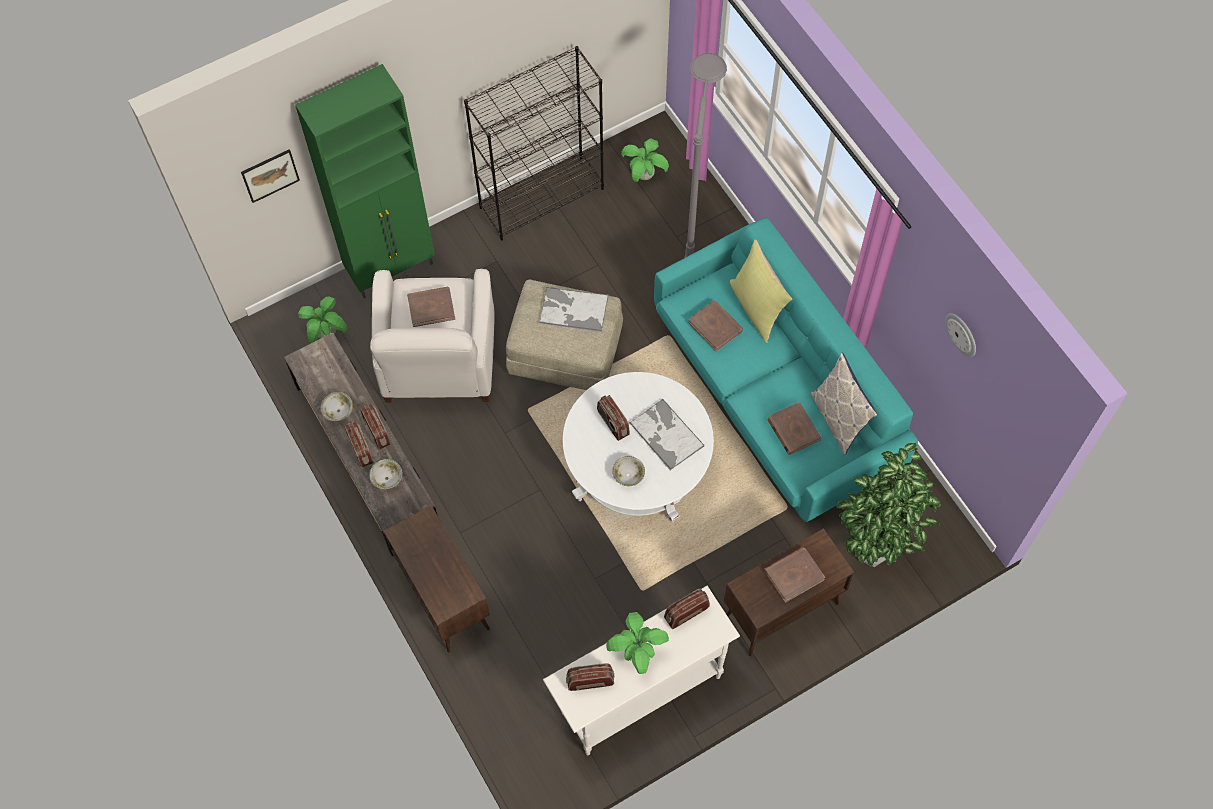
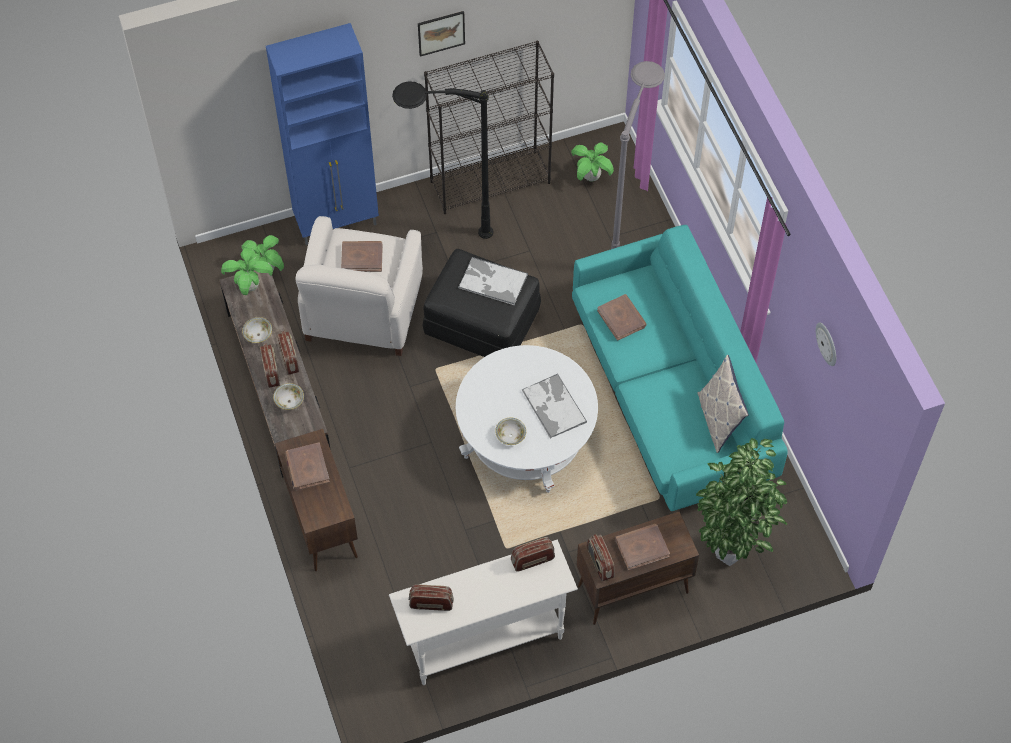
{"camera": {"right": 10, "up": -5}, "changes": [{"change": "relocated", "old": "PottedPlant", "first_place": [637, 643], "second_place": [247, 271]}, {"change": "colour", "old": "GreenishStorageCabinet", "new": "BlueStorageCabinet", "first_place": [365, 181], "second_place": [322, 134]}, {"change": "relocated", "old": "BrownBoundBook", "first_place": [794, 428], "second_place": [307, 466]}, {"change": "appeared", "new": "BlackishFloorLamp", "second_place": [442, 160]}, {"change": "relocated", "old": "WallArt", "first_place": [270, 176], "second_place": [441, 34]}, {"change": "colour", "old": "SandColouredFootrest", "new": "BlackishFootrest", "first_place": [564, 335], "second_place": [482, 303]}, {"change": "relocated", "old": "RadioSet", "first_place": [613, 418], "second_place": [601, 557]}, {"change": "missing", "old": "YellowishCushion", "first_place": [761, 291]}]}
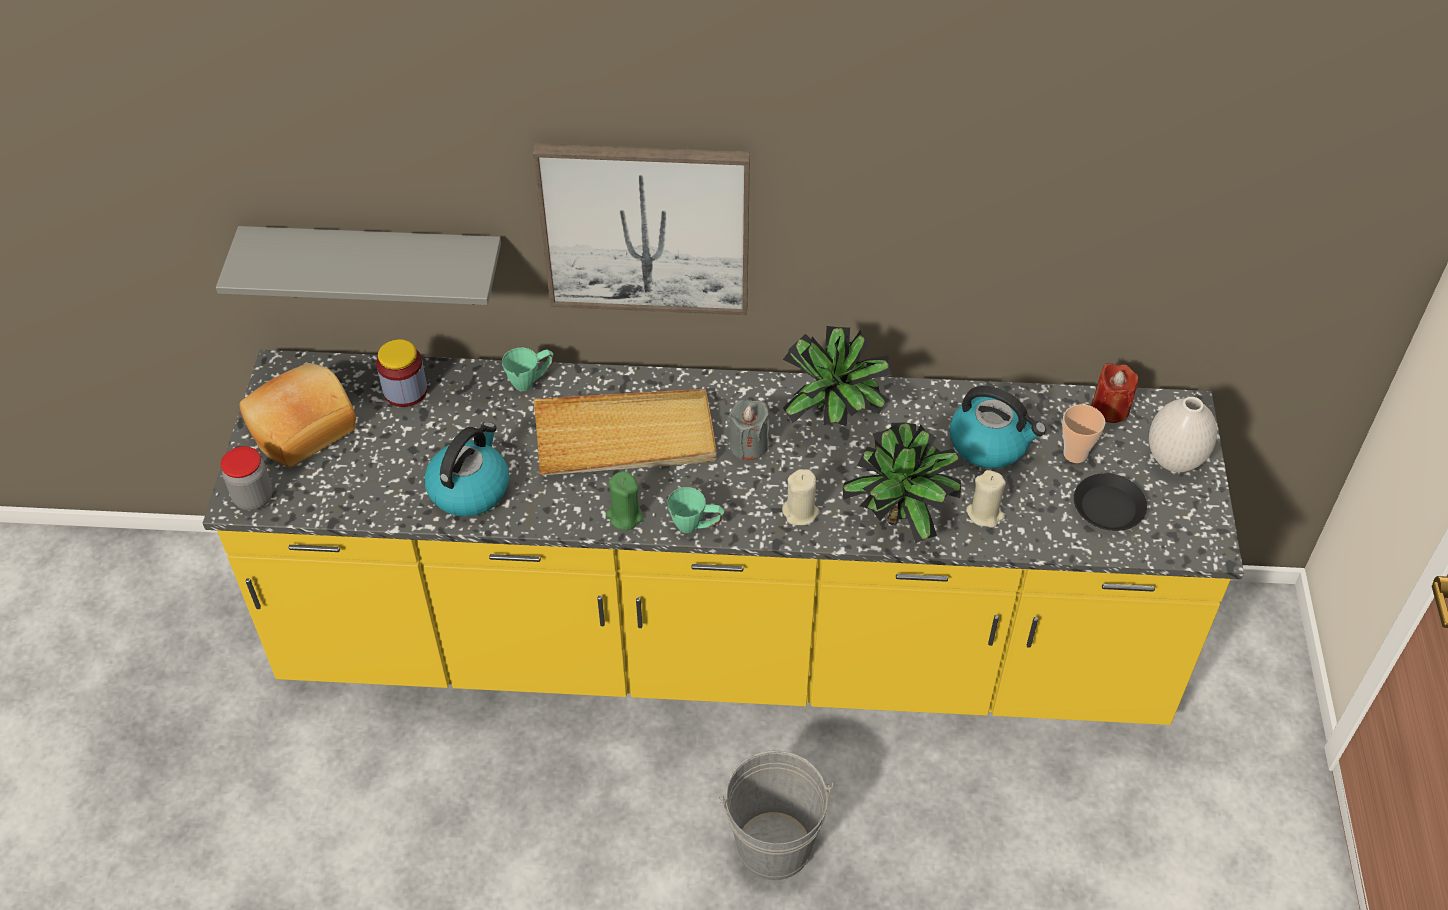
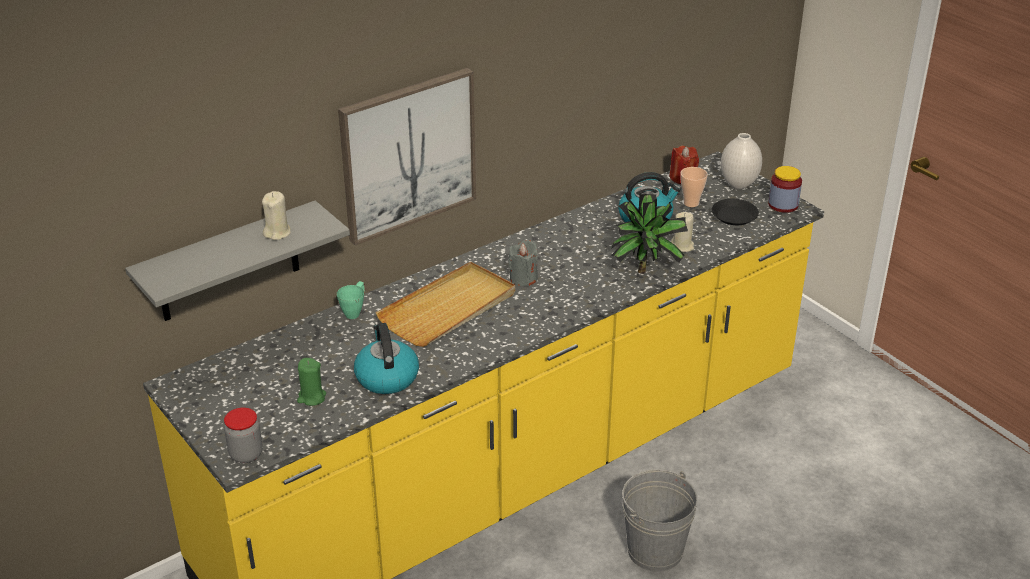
{"camera": {"right": -40, "up": -15}, "changes": [{"change": "relocated", "old": "SandColouredWaxLight", "first_place": [800, 497], "second_place": [276, 215]}, {"change": "relocated", "old": "GreenishWaxLight", "first_place": [625, 500], "second_place": [311, 382]}, {"change": "relocated", "old": "Jar", "first_place": [402, 373], "second_place": [785, 189]}, {"change": "missing", "old": "BakeryBread", "first_place": [297, 415]}, {"change": "missing", "old": "GreenishCoffeeMug", "first_place": [695, 510]}, {"change": "missing", "old": "PottedPlant", "first_place": [837, 376]}]}
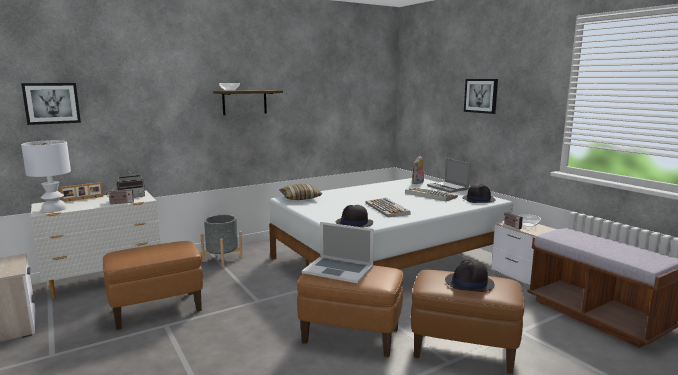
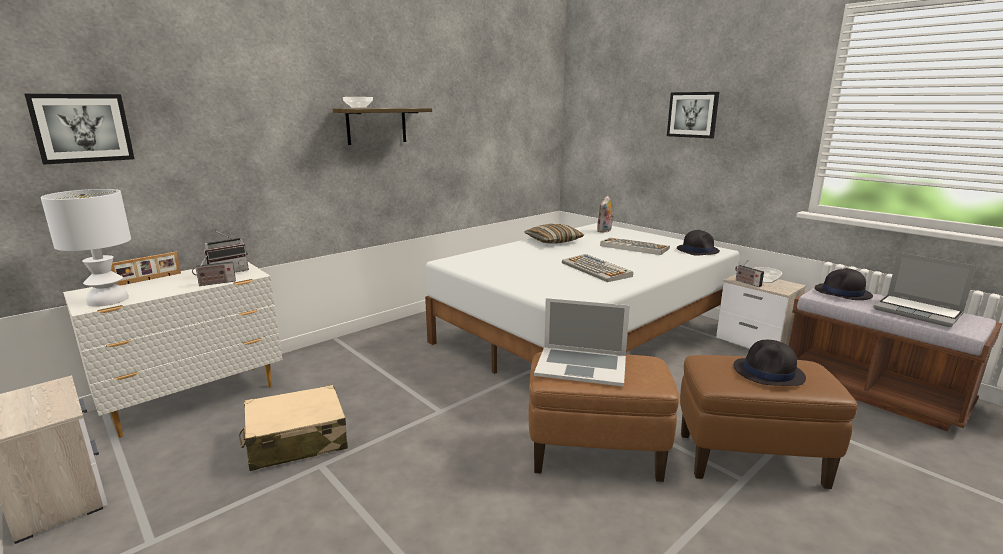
{"camera": {"right": -10, "up": 5}, "changes": [{"change": "exchanged", "old": "BrownFootrest", "new": "SandColouredPieceOfLuggage", "first_place": [153, 285], "second_place": [293, 428]}, {"change": "relocated", "old": "Cushion", "first_place": [300, 192], "second_place": [554, 234]}, {"change": "relocated", "old": "BlackishWearableHat", "first_place": [354, 216], "second_place": [844, 284]}, {"change": "relocated", "old": "NotebookComputer", "first_place": [448, 175], "second_place": [925, 289]}, {"change": "missing", "old": "GrayPlanter", "first_place": [221, 241]}]}
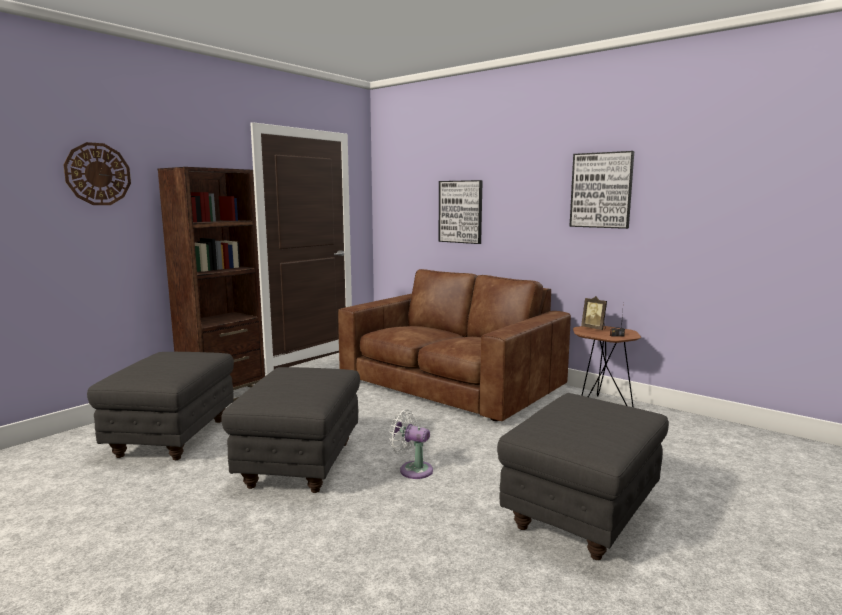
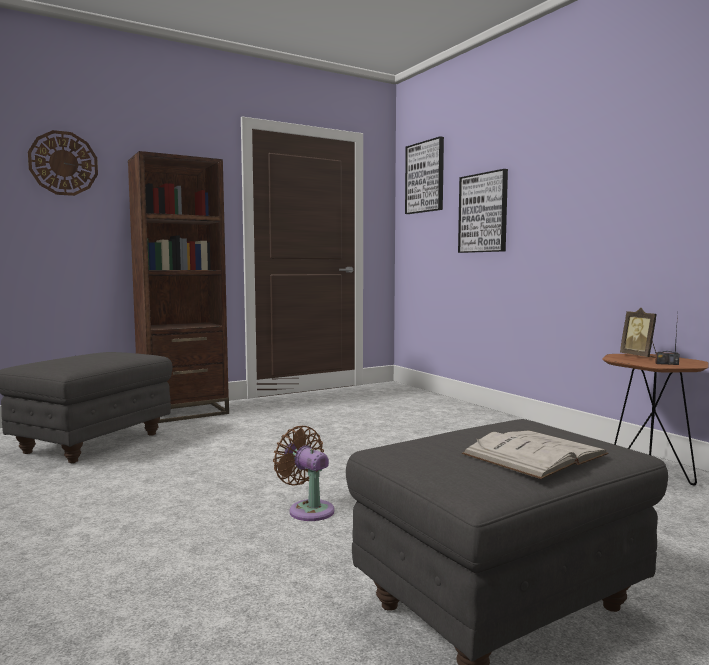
{"camera": {"right": 20, "up": -5}, "changes": [{"change": "colour", "old": "WhiteElectricFan", "new": "BrownElectricFan", "first_place": [411, 444], "second_place": [304, 473]}, {"change": "relocated", "old": "WallArt", "first_place": [601, 190], "second_place": [424, 175]}, {"change": "appeared", "new": "WhiteBoundBook", "second_place": [535, 454]}, {"change": "missing", "old": "GrayFootrest", "first_place": [290, 430]}, {"change": "missing", "old": "BrownCouch", "first_place": [454, 345]}]}
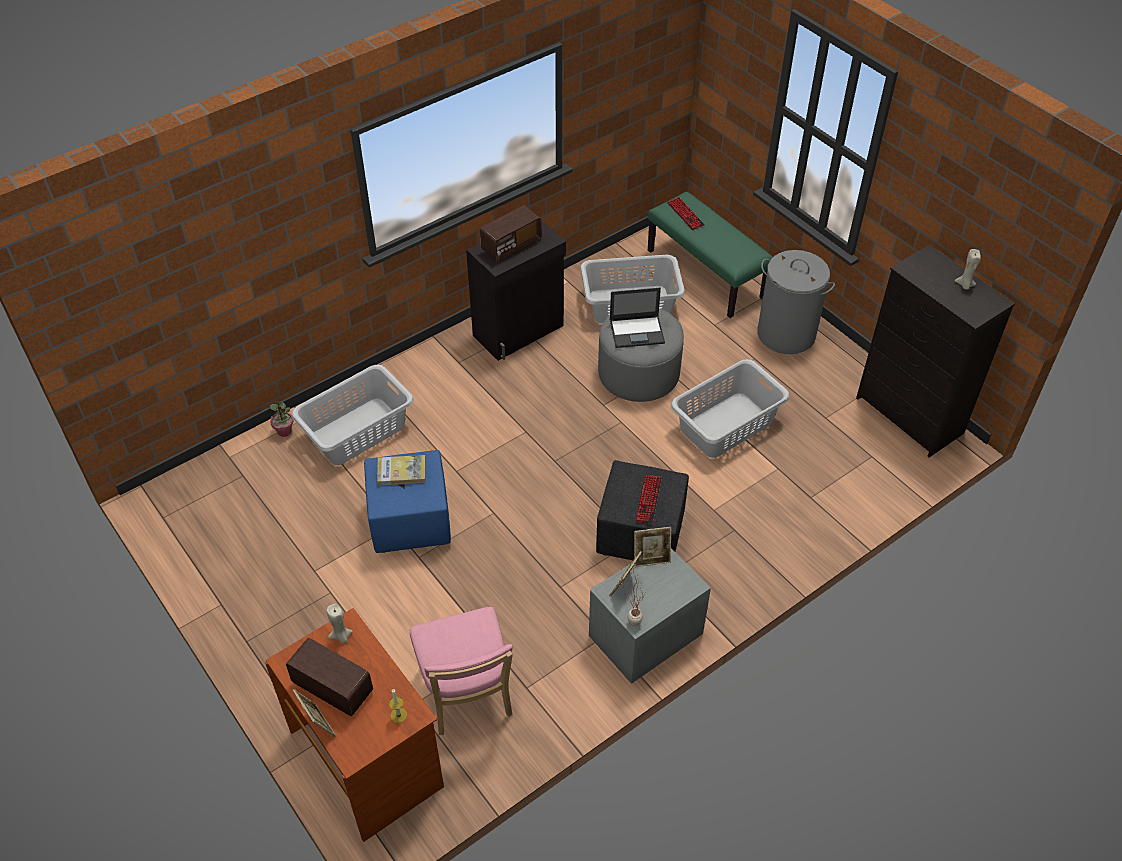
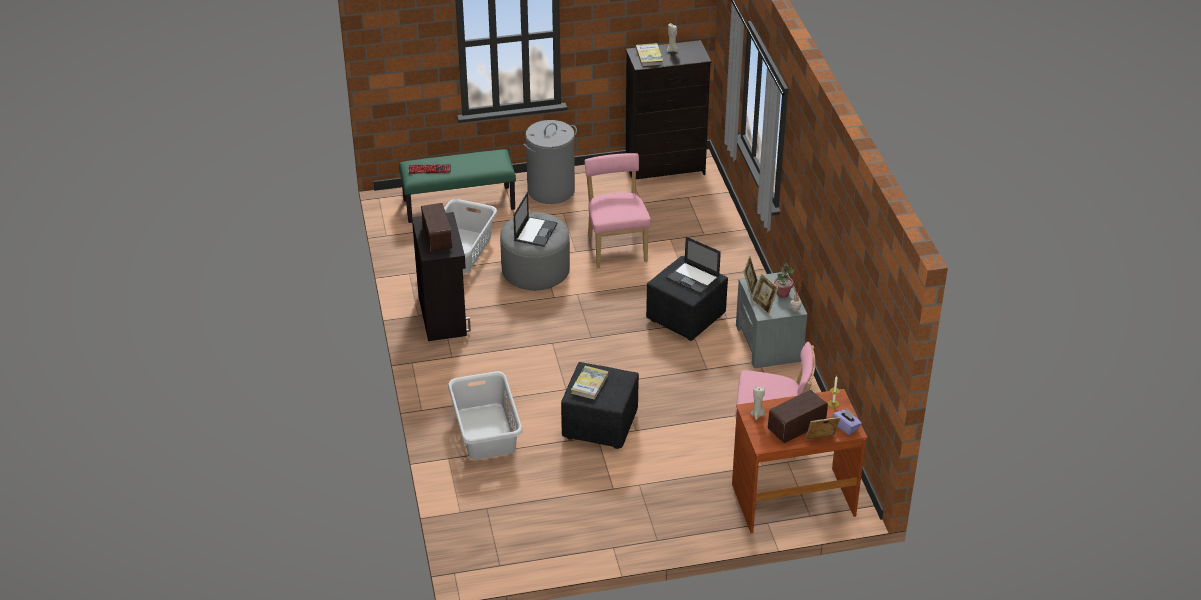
{"camera": {"right": -65, "up": -10}, "changes": [{"change": "colour", "old": "BlueFootrest", "new": "BlackishFootrest", "first_place": [407, 501], "second_place": [600, 405]}, {"change": "exchanged", "old": "GrayHamper", "new": "PinkishChair", "first_place": [730, 408], "second_place": [618, 210]}, {"change": "appeared", "new": "BoundBook", "second_place": [649, 54]}, {"change": "exchanged", "old": "PcKeyboard", "new": "NotebookComputer", "first_place": [648, 499], "second_place": [694, 265]}, {"change": "relocated", "old": "PottedPlant", "first_place": [282, 419], "second_place": [784, 280]}, {"change": "appeared", "new": "PurpleTissueHolder", "second_place": [847, 421]}]}
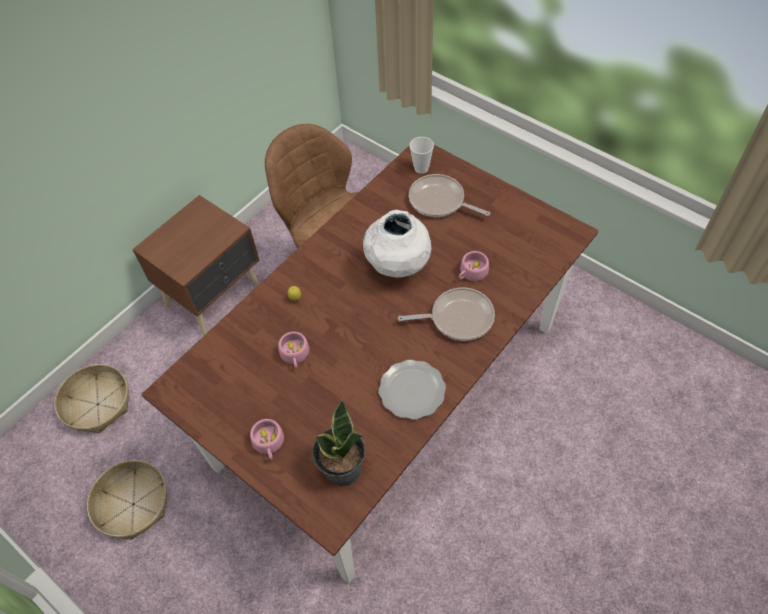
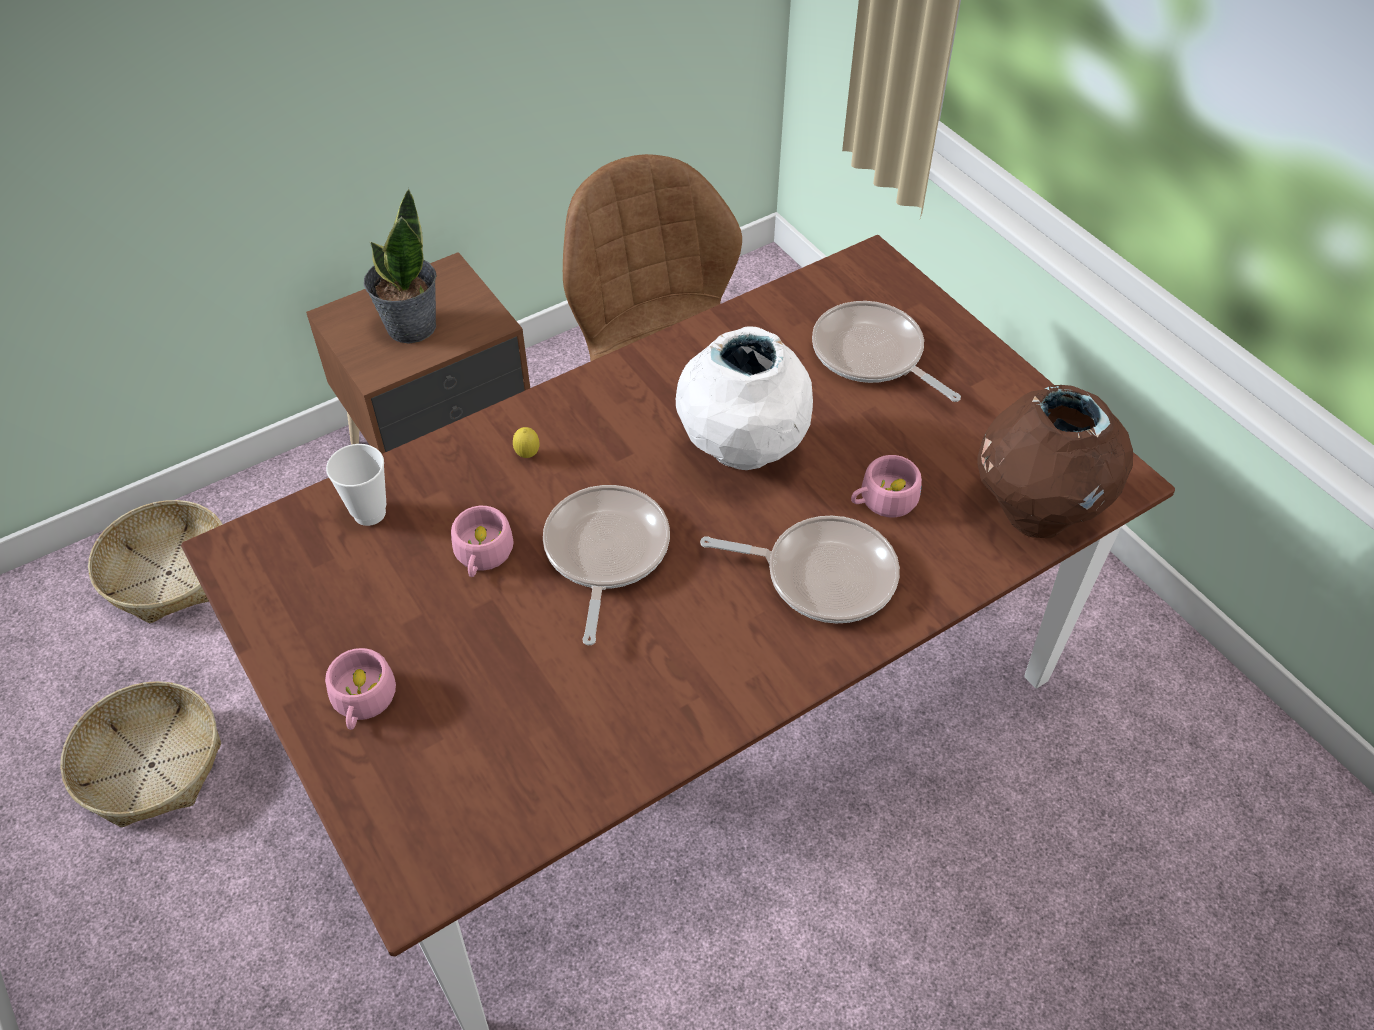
{"camera": {"right": 15, "up": -5}, "changes": [{"change": "relocated", "old": "DrinkingCup", "first_place": [421, 155], "second_place": [356, 485]}, {"change": "relocated", "old": "PottedPlant", "first_place": [338, 442], "second_place": [400, 266]}, {"change": "appeared", "new": "Pan", "second_place": [606, 565]}, {"change": "appeared", "new": "BrownVase", "second_place": [1055, 461]}, {"change": "missing", "old": "DinnerPlate", "first_place": [412, 390]}]}
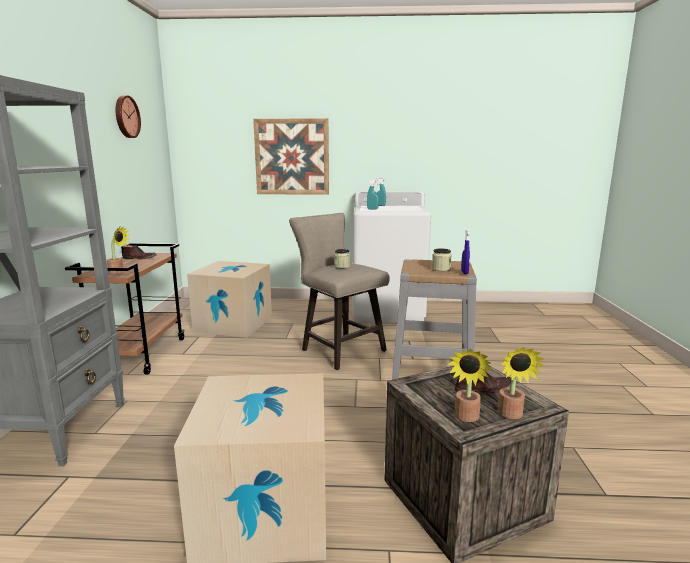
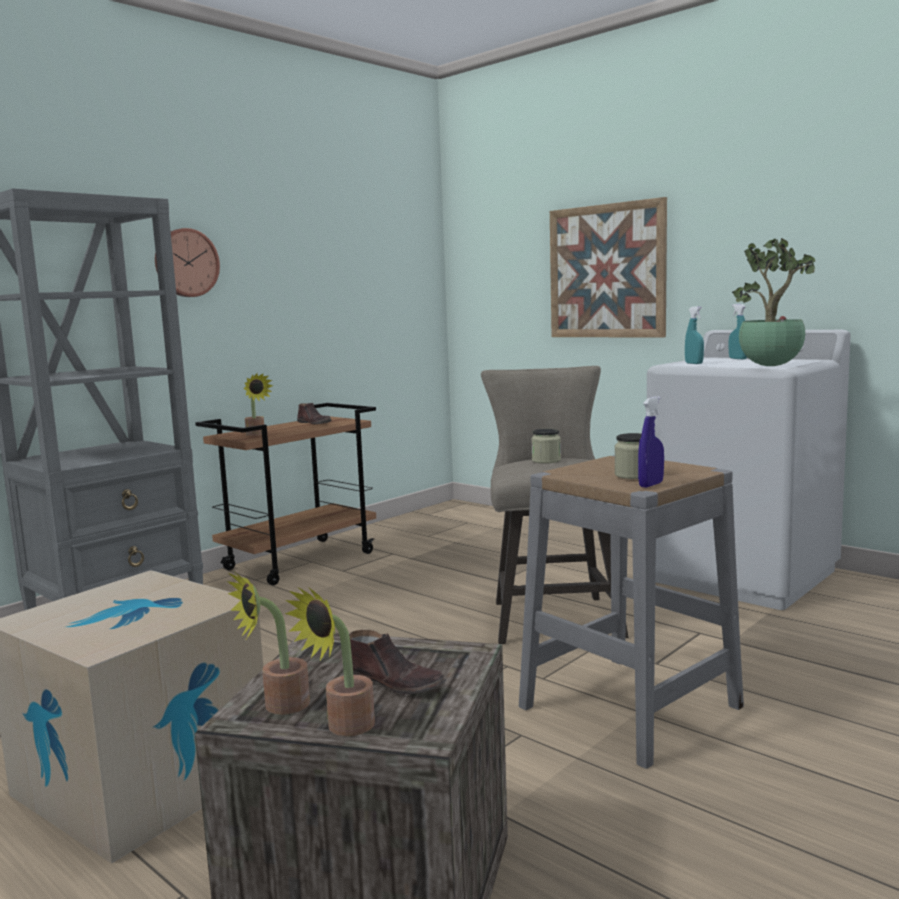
{"camera": {"right": 40, "up": -5}, "changes": [{"change": "relocated", "old": "ClockOnTheWall", "first_place": [128, 116], "second_place": [187, 262]}, {"change": "appeared", "new": "PottedPlant", "second_place": [773, 302]}, {"change": "missing", "old": "CardboardBox", "first_place": [229, 299]}]}
